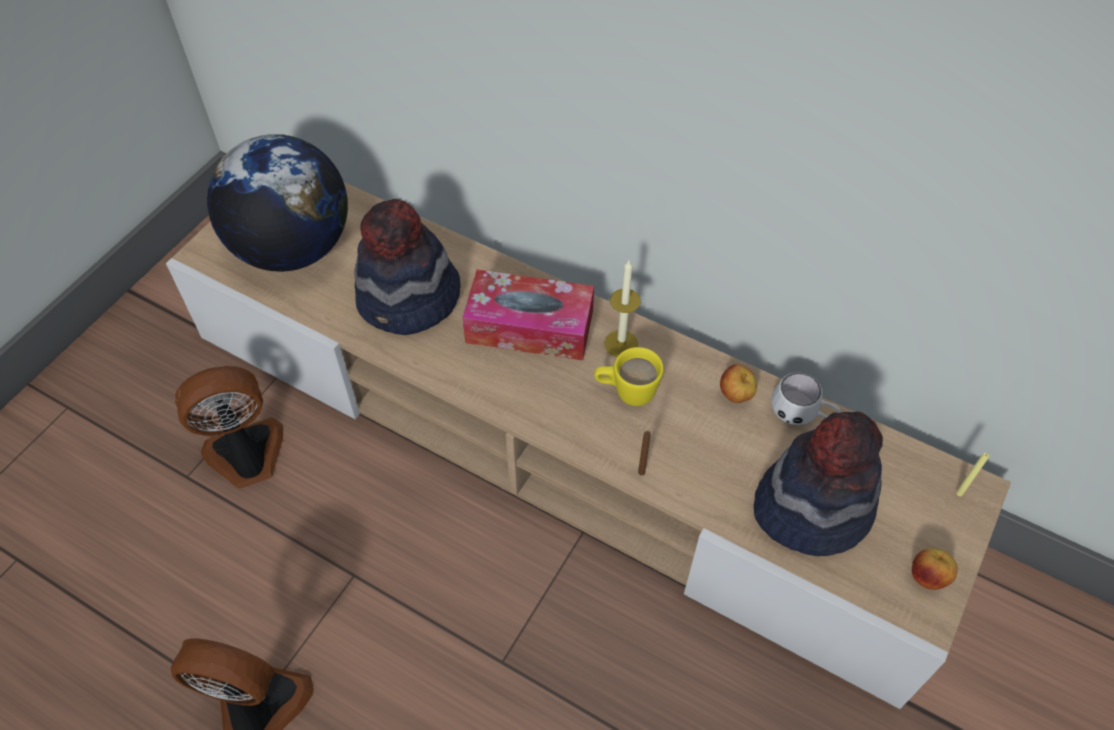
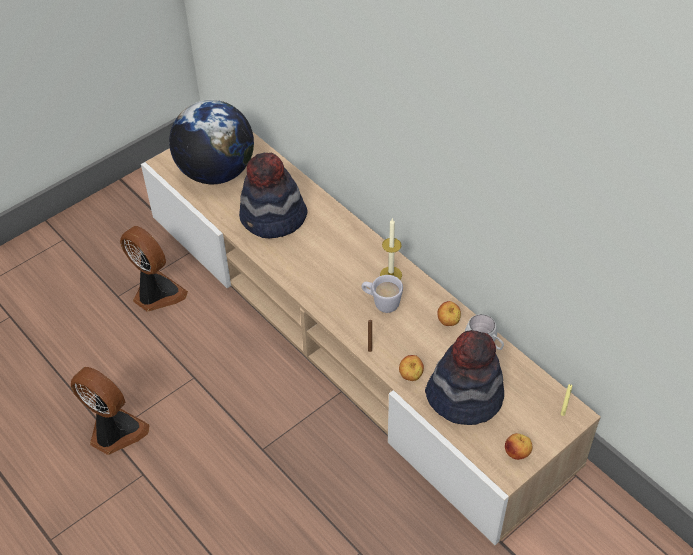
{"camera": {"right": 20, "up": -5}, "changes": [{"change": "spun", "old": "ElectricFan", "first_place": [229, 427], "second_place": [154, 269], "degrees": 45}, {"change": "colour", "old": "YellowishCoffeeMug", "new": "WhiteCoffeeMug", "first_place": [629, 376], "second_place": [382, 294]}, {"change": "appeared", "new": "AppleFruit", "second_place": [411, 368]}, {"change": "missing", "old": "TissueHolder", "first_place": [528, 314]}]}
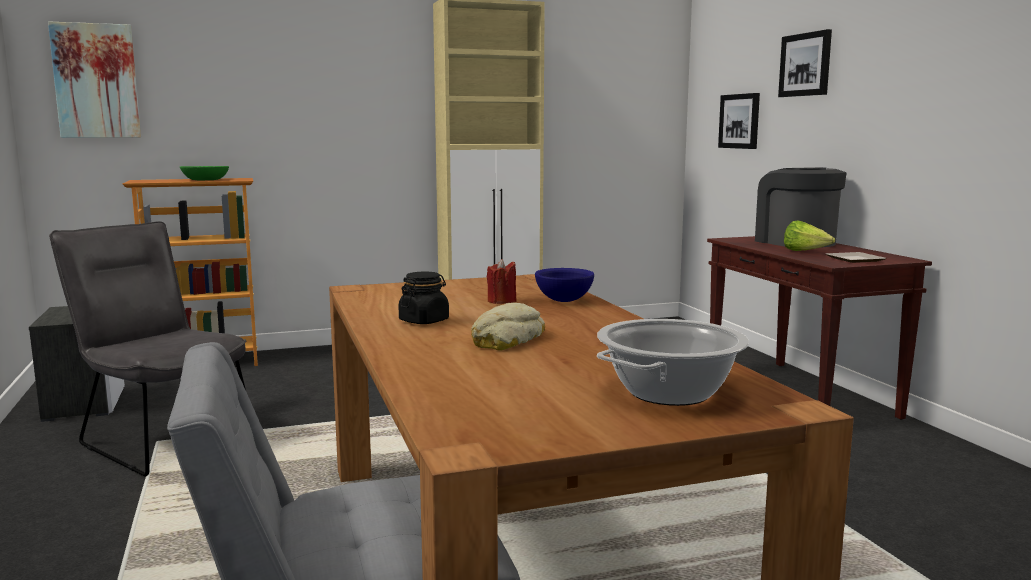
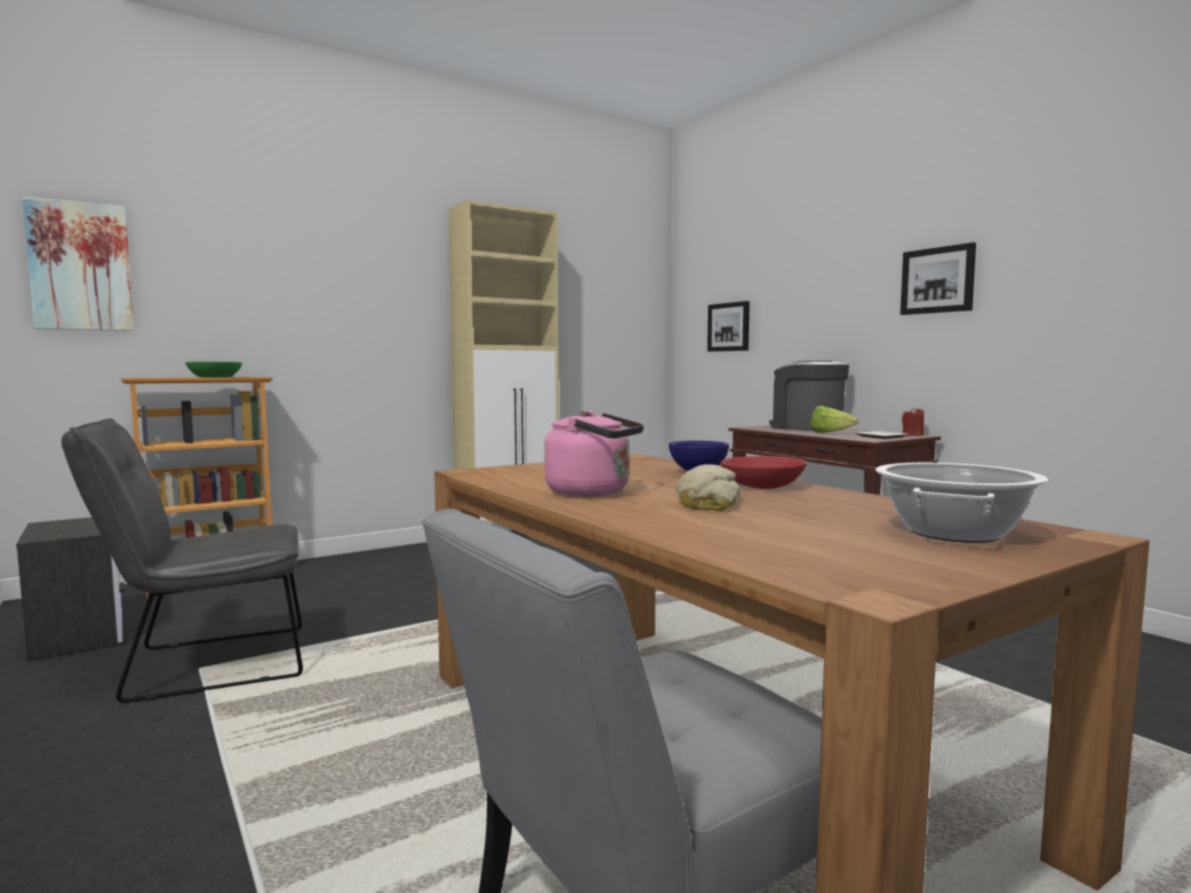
{"camera": {"right": -15, "up": -5}, "changes": [{"change": "spun", "old": "GrayChair", "first_place": [147, 348], "second_place": [182, 561], "degrees": -45}, {"change": "exchanged", "old": "BlackishJar", "new": "PinkishWaterKettle", "first_place": [423, 297], "second_place": [594, 453]}, {"change": "appeared", "new": "RedDeepDish", "second_place": [763, 472]}, {"change": "relocated", "old": "WallArt", "first_place": [805, 63], "second_place": [938, 278]}, {"change": "relocated", "old": "RedWaxLight", "first_place": [502, 281], "second_place": [913, 421]}]}
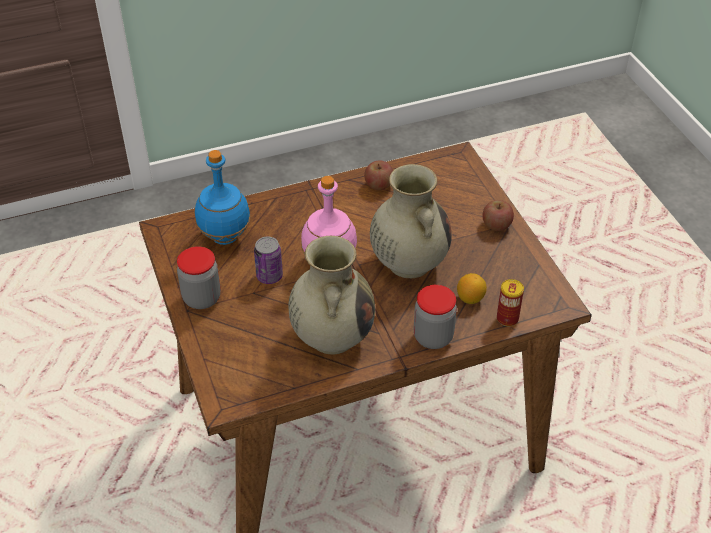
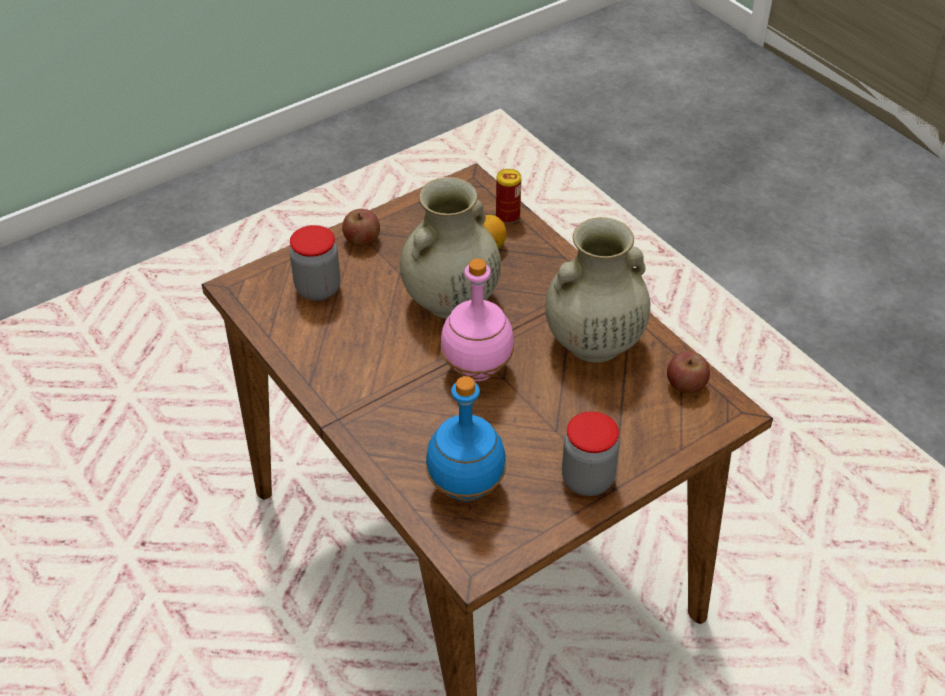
{"camera": {"right": -105, "up": 0}, "changes": [{"change": "relocated", "old": "Jar", "first_place": [435, 317], "second_place": [315, 263]}, {"change": "relocated", "old": "AppleFruit", "first_place": [378, 175], "second_place": [688, 372]}, {"change": "missing", "old": "SealedCan", "first_place": [268, 260]}]}
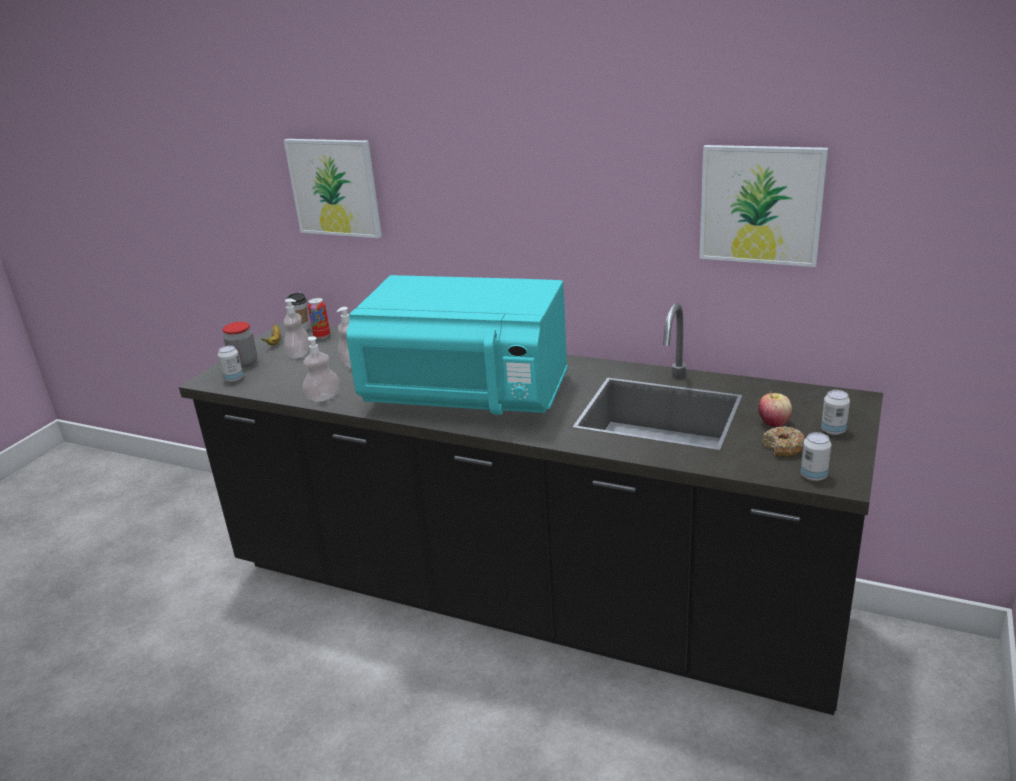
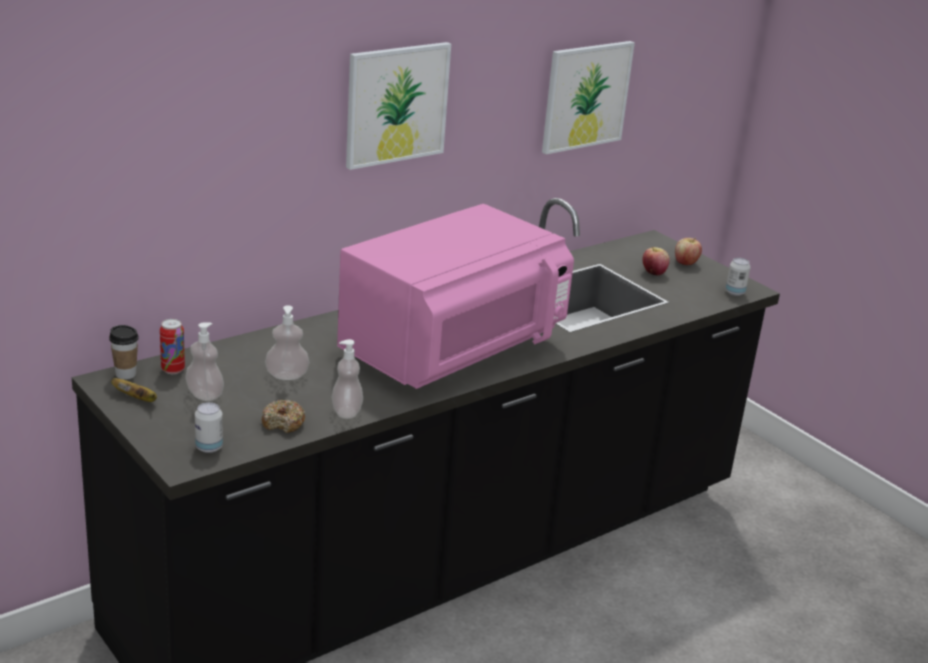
{"camera": {"right": -65, "up": 0}, "changes": [{"change": "relocated", "old": "Doughnut", "first_place": [783, 441], "second_place": [283, 416]}, {"change": "colour", "old": "TurquoiseColouredKitchenMicrowave", "new": "PinkishKitchenMicrowave", "first_place": [457, 345], "second_place": [455, 296]}, {"change": "relocated", "old": "WallArt", "first_place": [333, 188], "second_place": [398, 106]}, {"change": "exchanged", "old": "SealedCan", "new": "AppleFruit", "first_place": [835, 412], "second_place": [688, 251]}, {"change": "missing", "old": "Jar", "first_place": [240, 345]}]}
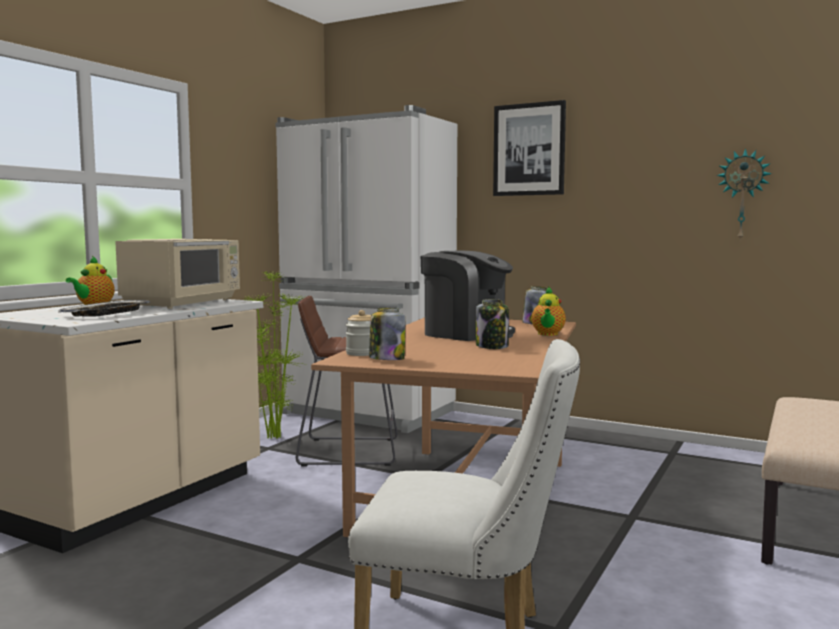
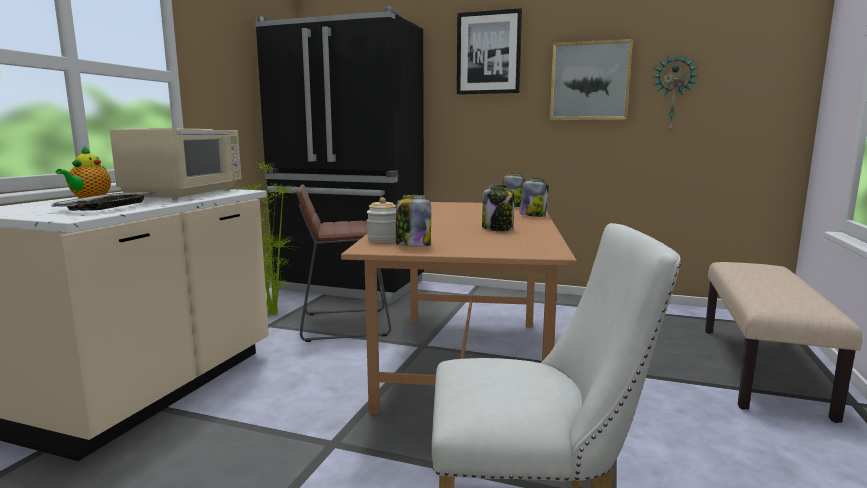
{"camera": {"right": -10, "up": 5}, "changes": [{"change": "colour", "old": "WhiteFridge", "new": "BlackishFridge", "first_place": [366, 269], "second_place": [339, 155]}, {"change": "exchanged", "old": "TeaPot", "new": "Jar", "first_place": [549, 311], "second_place": [534, 197]}, {"change": "appeared", "new": "WallArt", "second_place": [591, 79]}, {"change": "missing", "old": "CoffeeMachine", "first_place": [468, 296]}]}
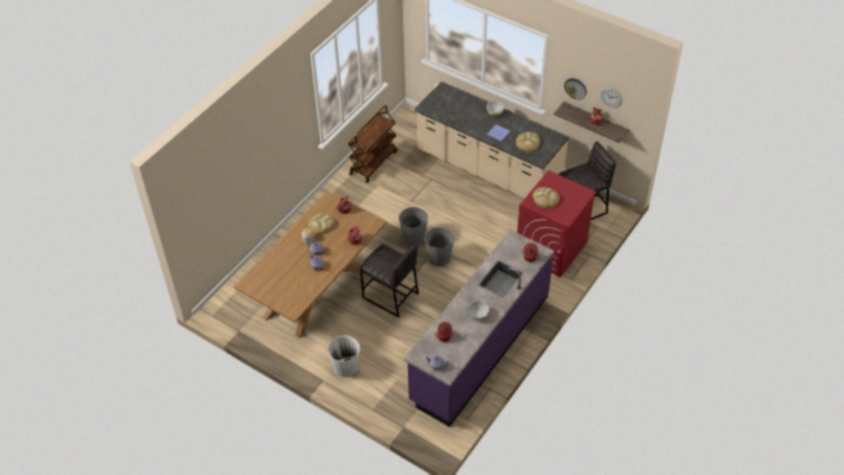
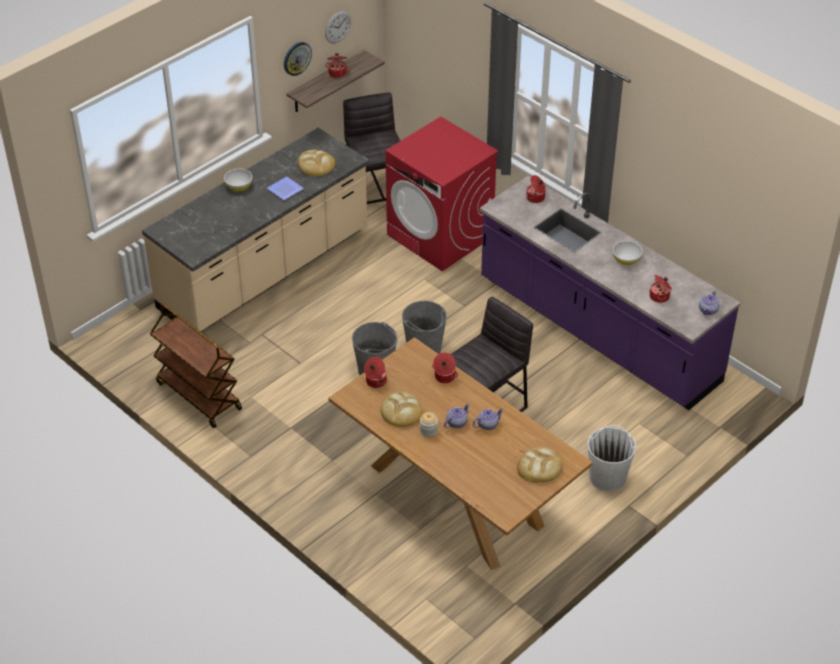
{"camera": {"right": -80, "up": -5}, "changes": [{"change": "relocated", "old": "BakeryBread", "first_place": [546, 197], "second_place": [539, 464]}]}
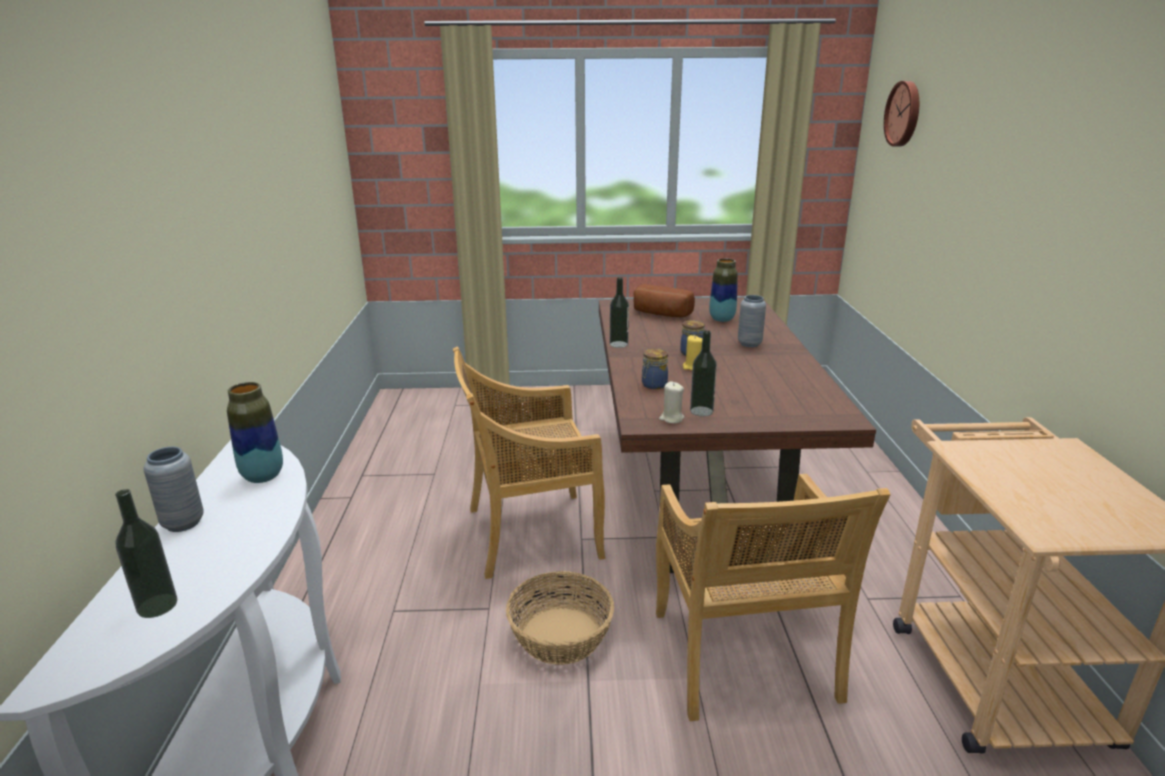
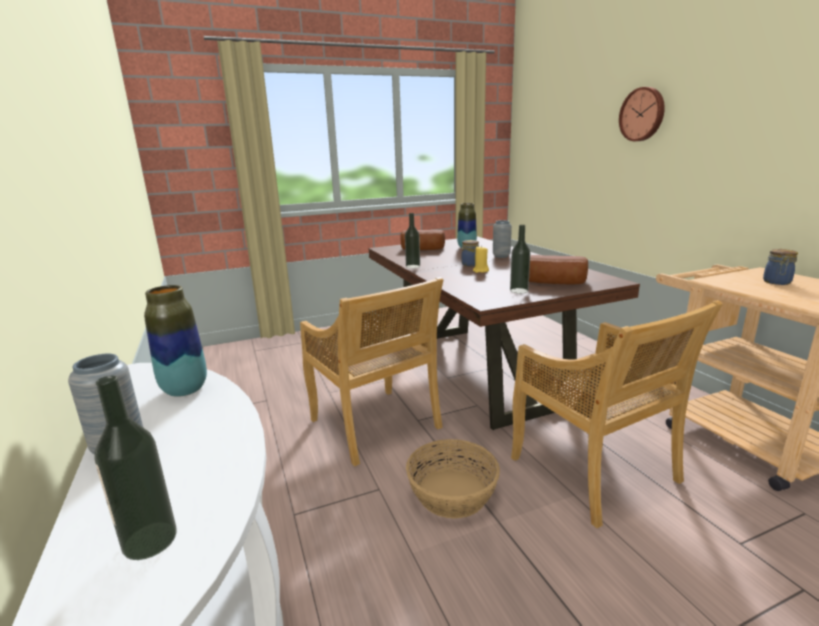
{"camera": {"right": -20, "up": -5}, "changes": [{"change": "spun", "old": "SandColouredChair", "first_place": [529, 462], "second_place": [371, 371], "degrees": -90}, {"change": "appeared", "new": "BakeryBread", "second_place": [558, 270]}, {"change": "relocated", "old": "ClockOnTheWall", "first_place": [901, 114], "second_place": [642, 114]}, {"change": "relocated", "old": "Jar", "first_place": [655, 368], "second_place": [780, 267]}, {"change": "missing", "old": "SandColouredWaxLight", "first_place": [671, 402]}]}
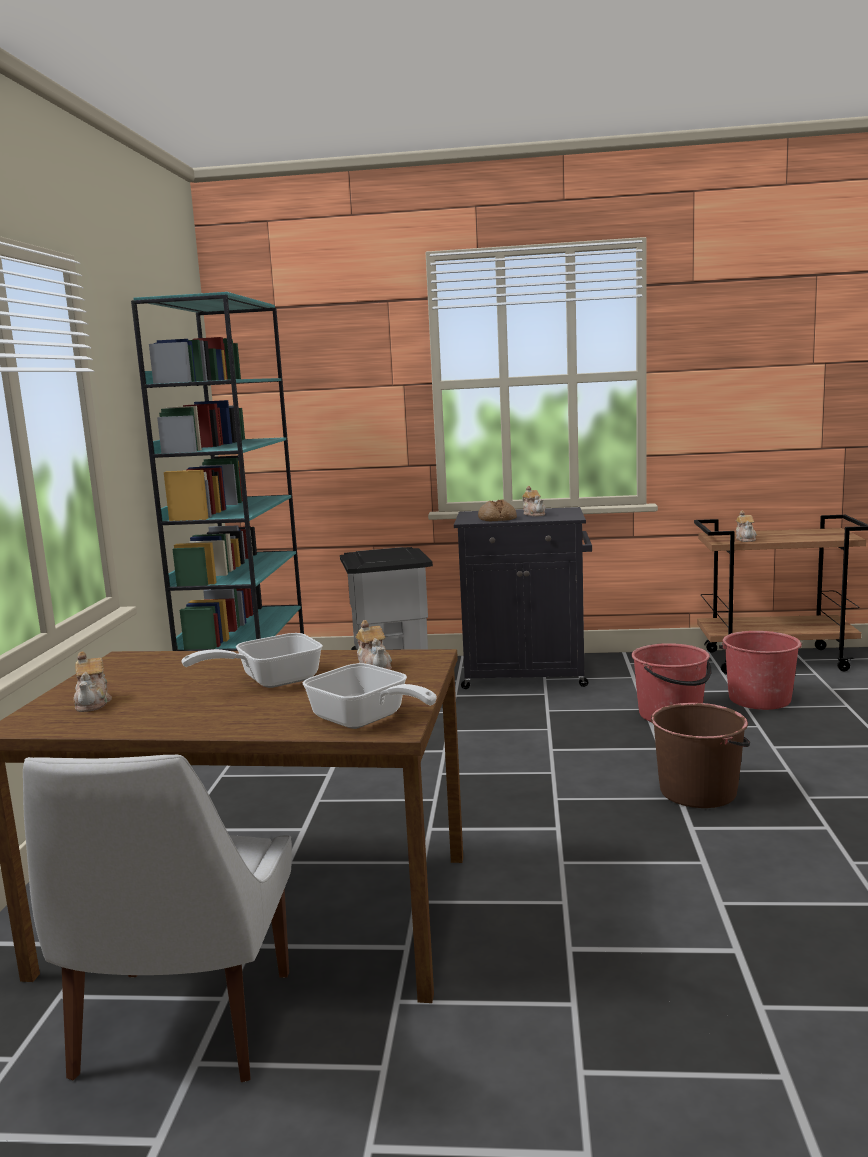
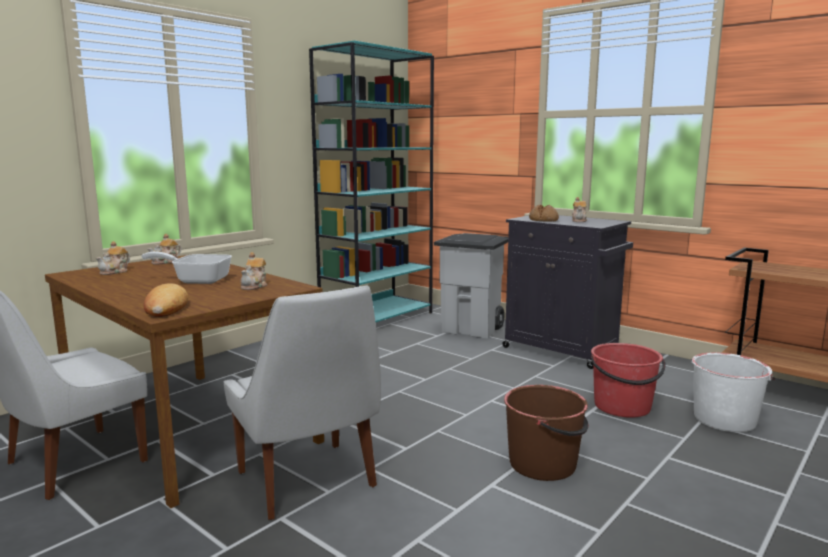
{"camera": {"right": 35, "up": 0}, "changes": [{"change": "exchanged", "old": "Pan", "new": "BakeryBread", "first_place": [369, 696], "second_place": [165, 300]}, {"change": "relocated", "old": "TeaPot", "first_place": [746, 526], "second_place": [164, 249]}, {"change": "appeared", "new": "WhiteChair", "second_place": [302, 402]}, {"change": "colour", "old": "RedWaterBucket", "new": "WhiteWaterBucket", "first_place": [760, 670], "second_place": [733, 392]}]}
